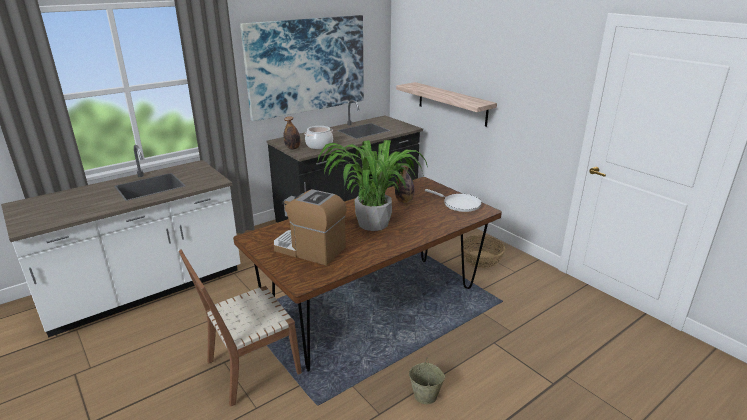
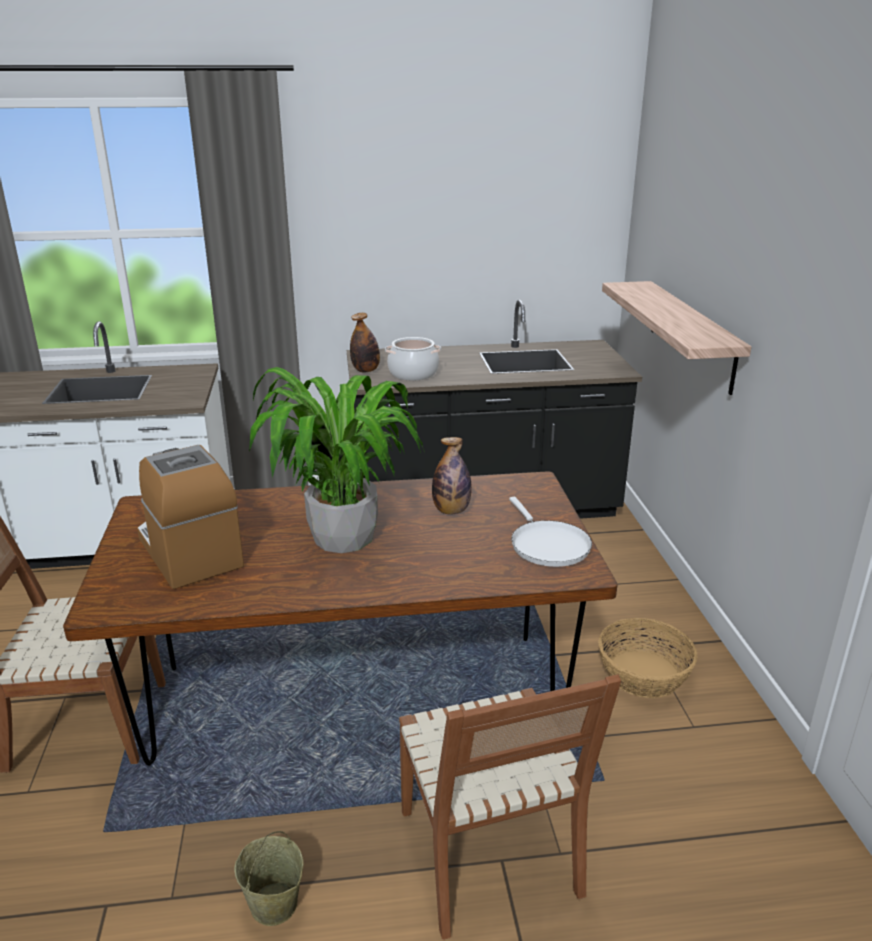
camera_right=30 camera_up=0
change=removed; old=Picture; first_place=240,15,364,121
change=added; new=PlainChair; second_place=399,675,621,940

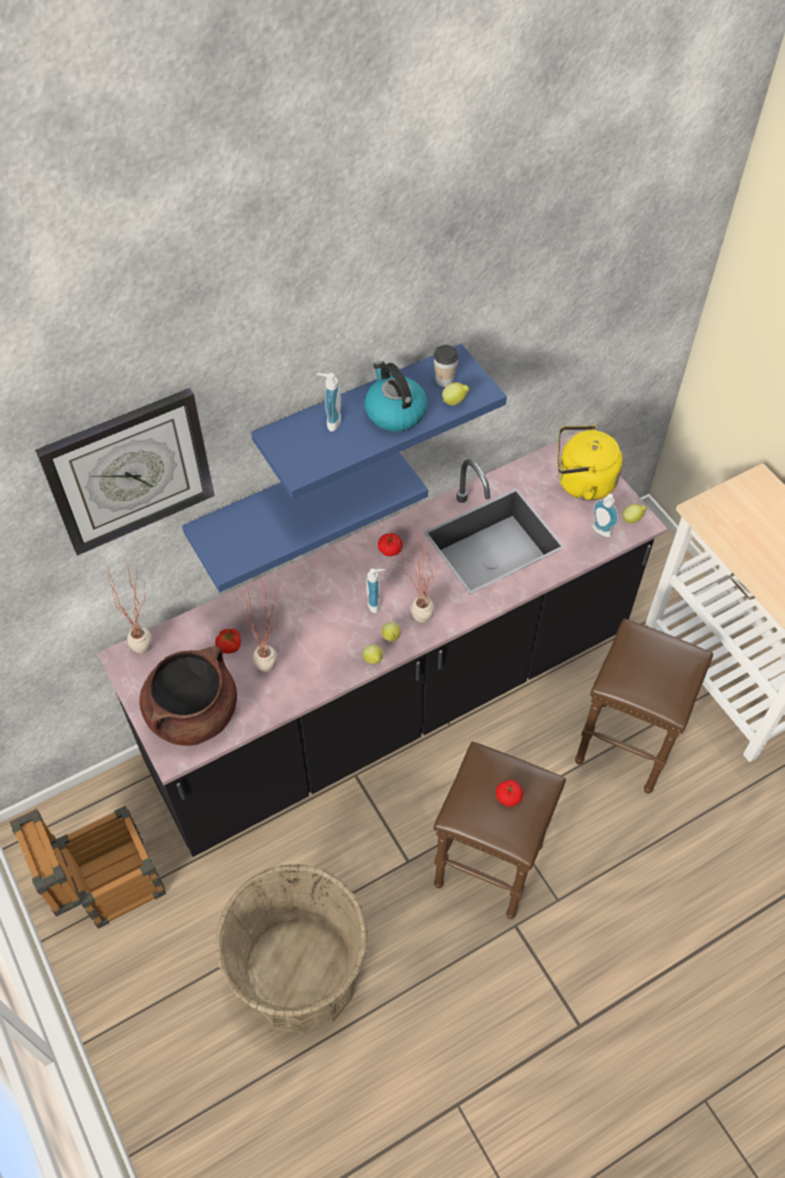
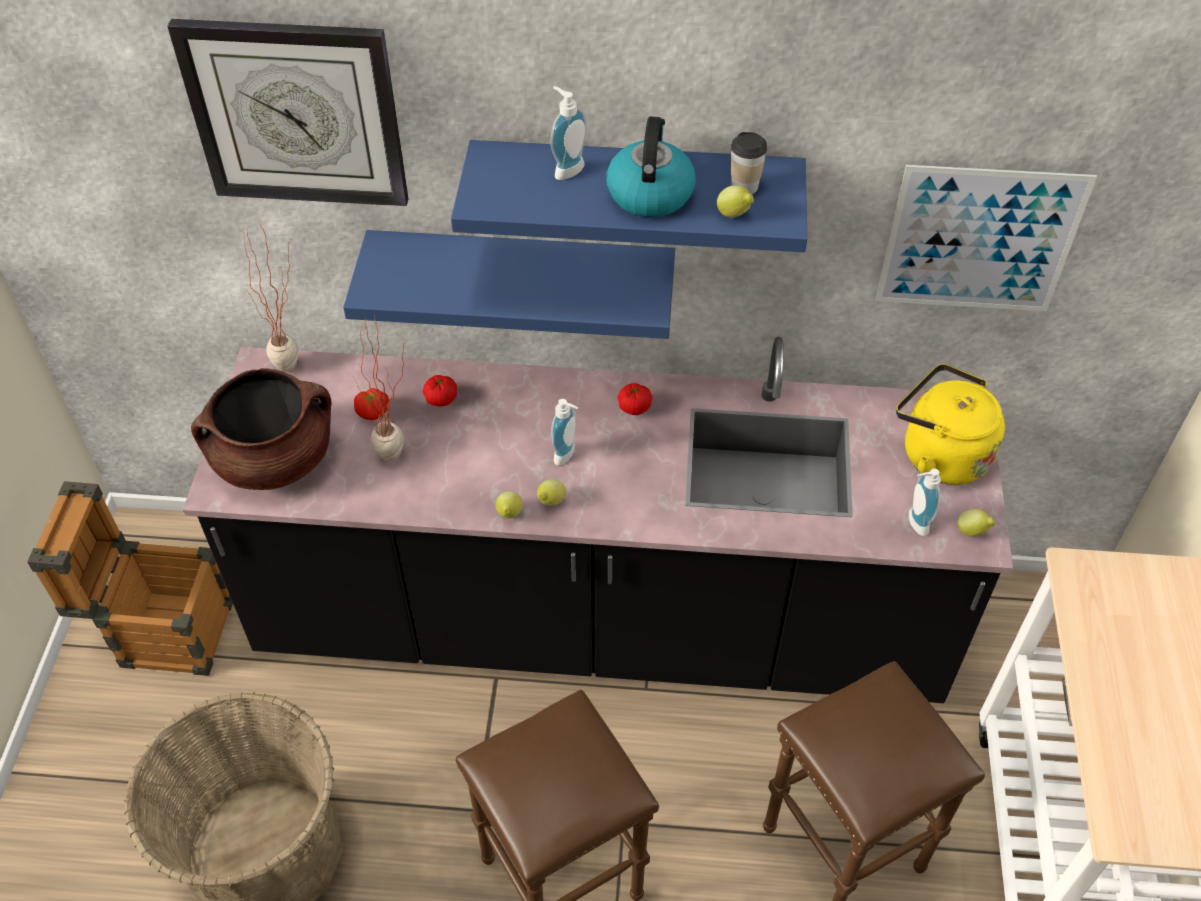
camera_right=35 camera_up=-5
change=removed; old=Houseplant; first_place=398,531,437,623
change=moved; old=FreshTomato; first_place=496,780,523,807; second_place=423,375,457,407
change=added; new=Picture; second_place=875,165,1097,311

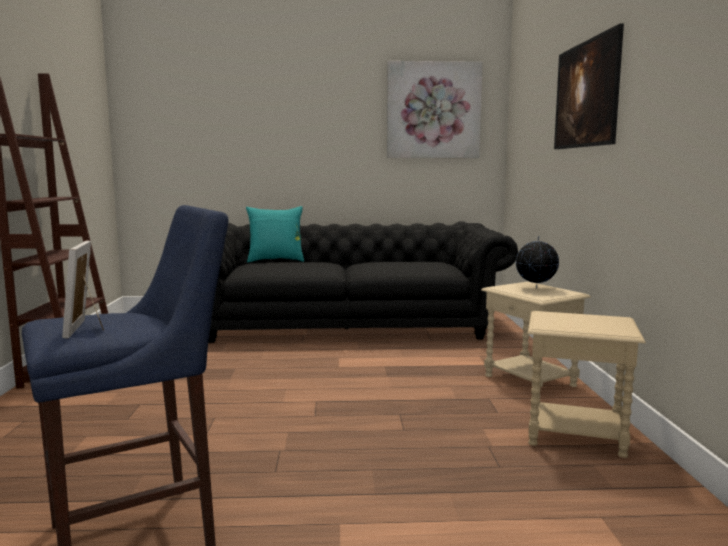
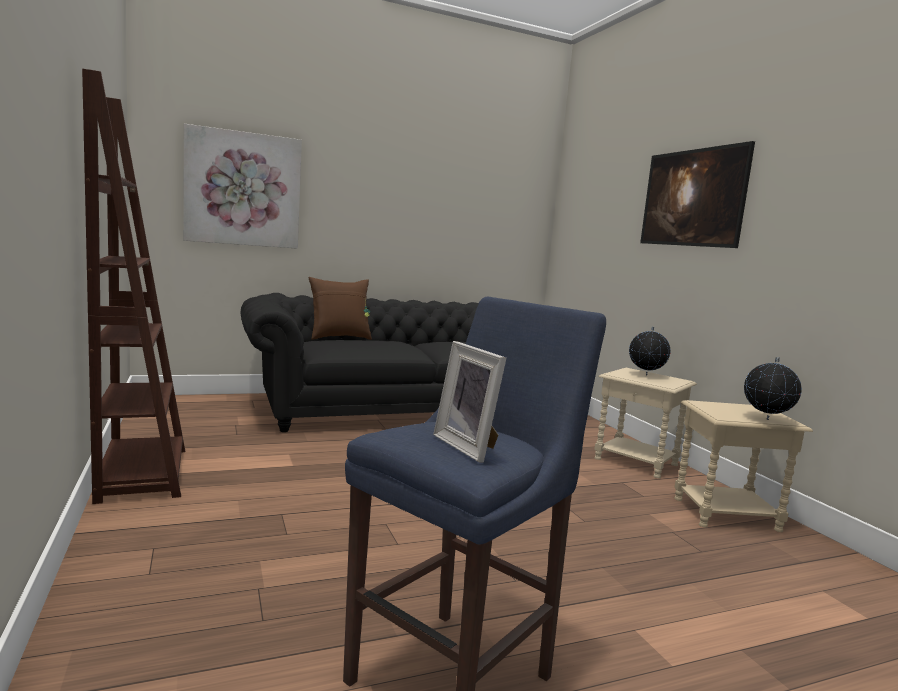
camera_right=-20 camera_up=0
change=recoloured; old=BlueGreenCushion; new=BrownCushion; first_place=246,206,304,262; second_place=309,277,372,340
change=moved; old=Picture; first_place=387,61,483,158; second_place=183,124,302,249
change=added; new=DeskGlobe; second_place=744,357,802,420

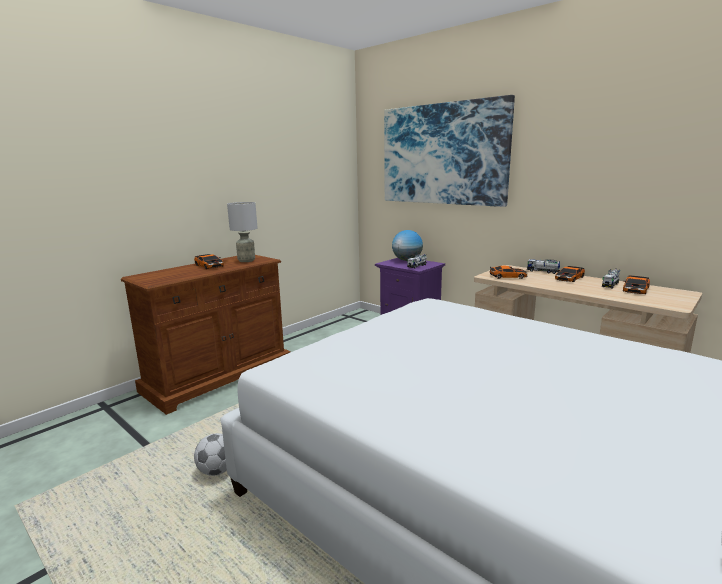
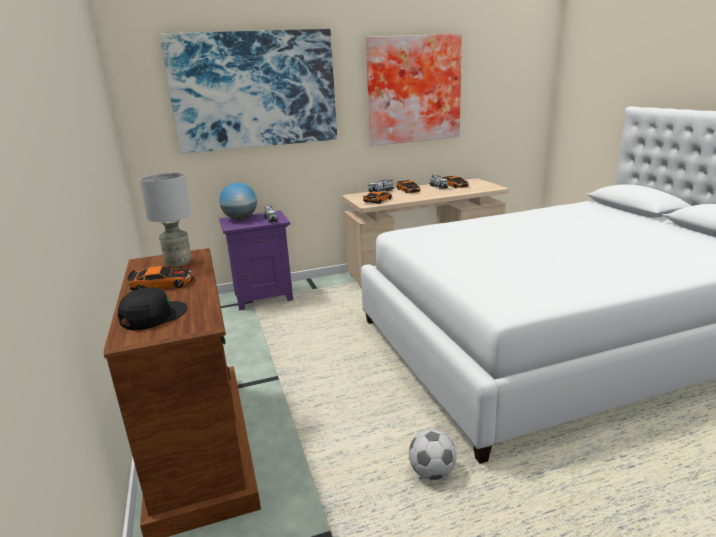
camera_right=-60 camera_up=5
change=added; new=BlackColouredBaseballCap; second_place=118,287,187,331
change=added; new=Picture; second_place=366,34,462,146

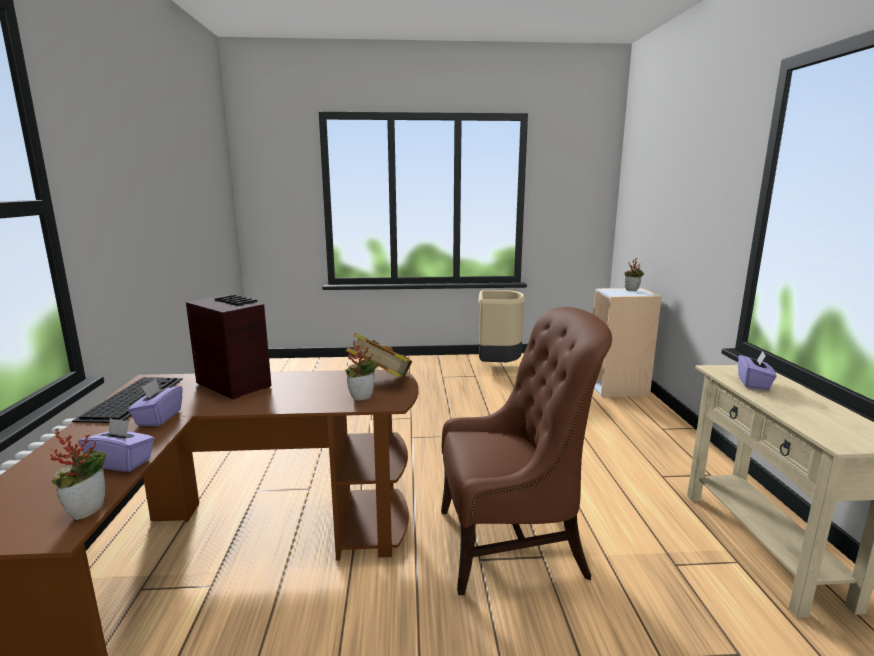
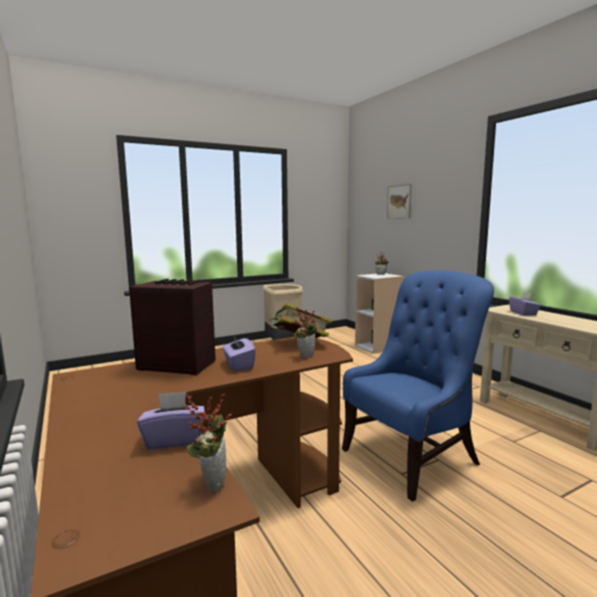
camera_right=-25 camera_up=-5
change=removed; old=PcKeyboard; first_place=72,377,183,423
change=moved; old=PurpleColouredBoxOfTissues; first_place=128,379,183,426; second_place=222,333,256,371
change=recoloured; old=BrownPlainChair; new=BlueColouredPlainChair; first_place=441,307,612,595; second_place=342,270,494,502
change=added; new=Picture; second_place=387,184,412,219

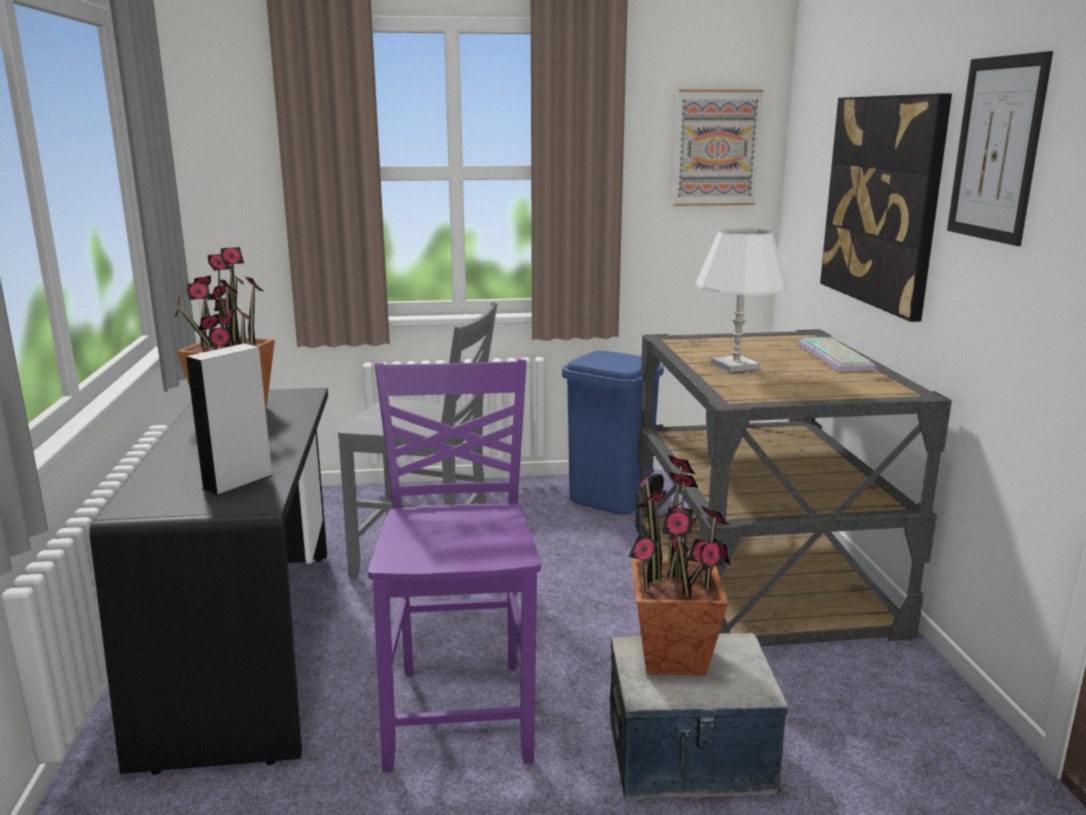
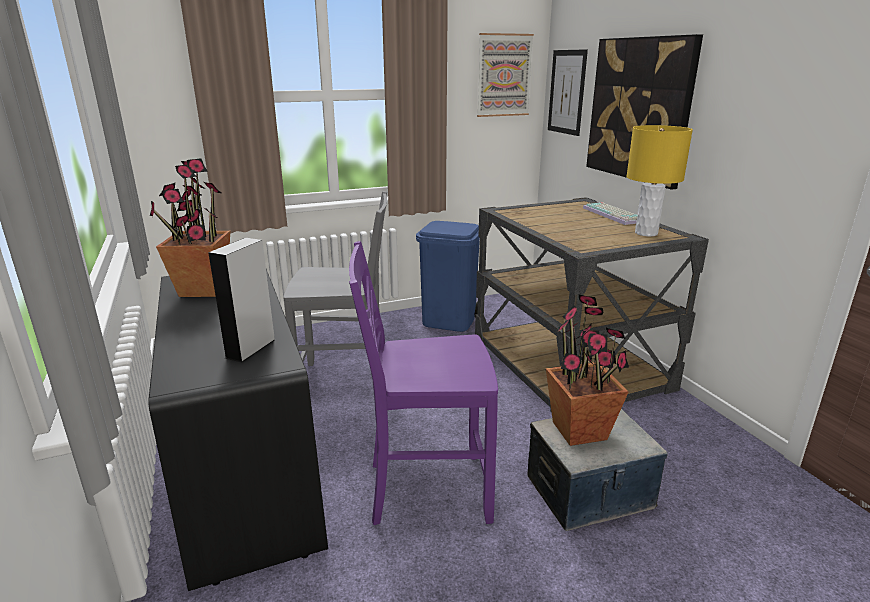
camera_right=-15 camera_up=5
change=turned; old=PurpleColouredPlainChair; first_place=368,359,541,772; second_place=349,241,498,525; degrees=-75
change=removed; old=WhiteColouredTableLamp; first_place=695,228,788,372
change=moved; old=Picture; first_place=947,51,1053,246; second_place=548,49,588,136
change=added; new=YellowTableLamp; second_place=626,125,693,237

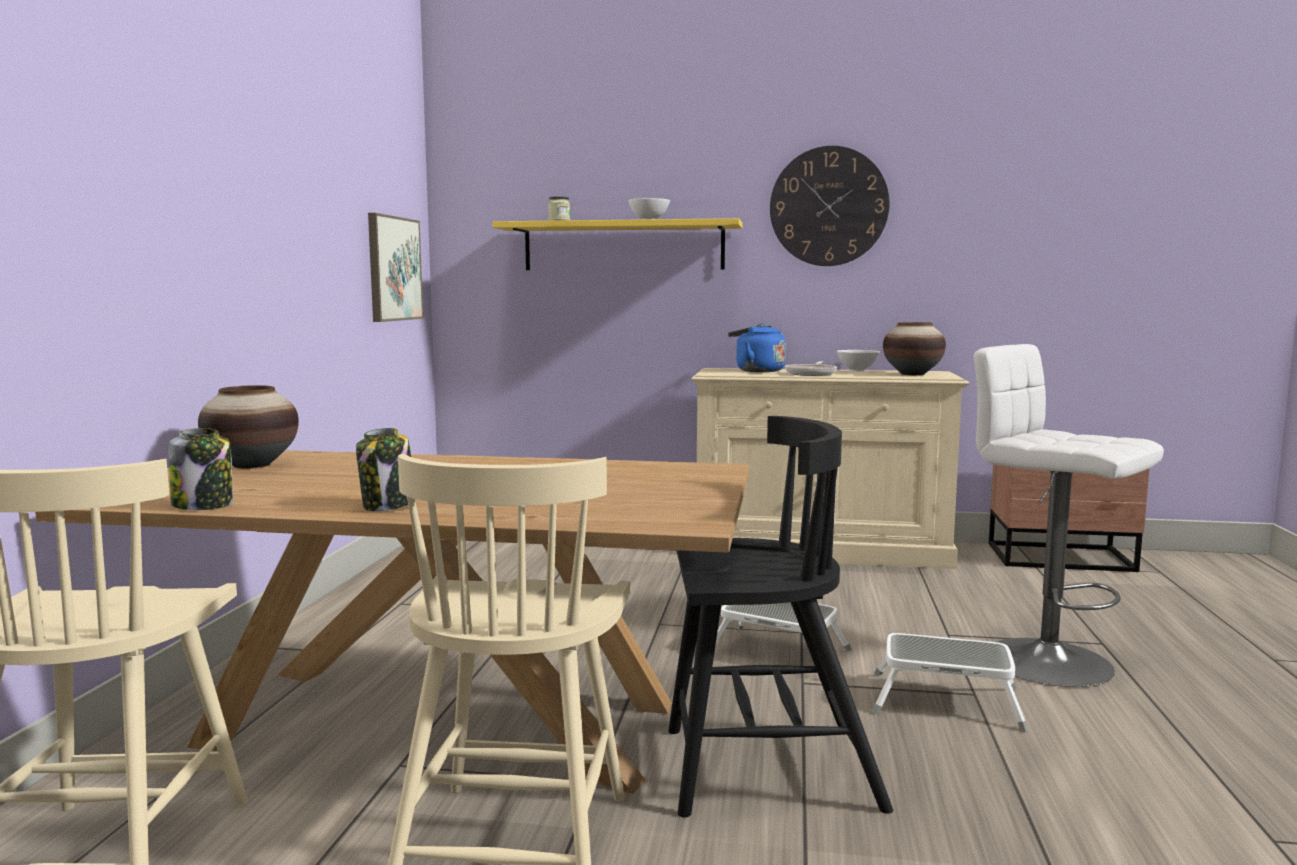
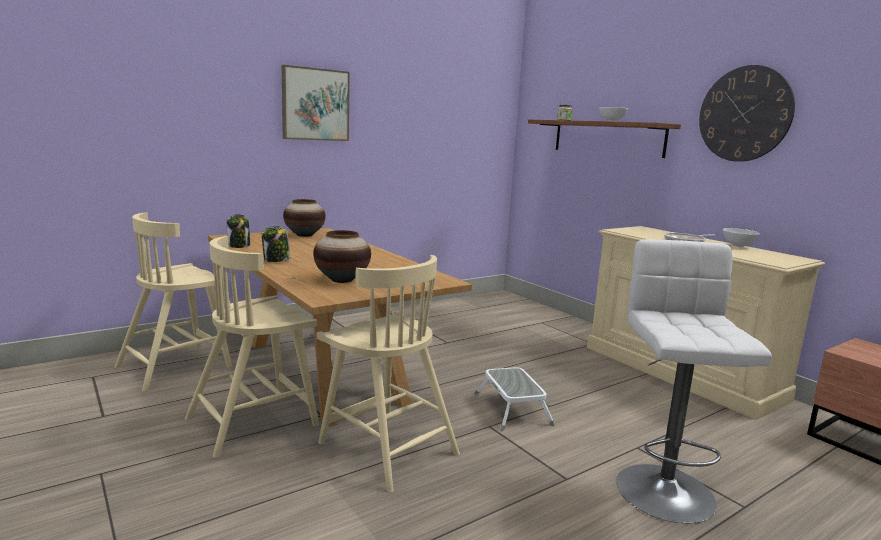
camera_right=45 camera_up=5
change=moved; old=Picture; first_place=368,213,423,322; second_place=281,65,350,141
change=recoloured; old=YellowBracketShelf; new=BrownBracketShelf; first_place=493,218,743,270; second_place=528,120,681,158
change=recoloured; old=BlackColouredPlainChair; new=BeigePlainChair; first_place=668,416,893,817; second_place=317,255,460,492
change=removed; old=BlueColouredTeaKettle; first_place=728,323,786,372
change=removed; old=GreyishStepLadder; first_place=872,633,1029,732
change=moved; old=Vase; first_place=883,322,946,376; second_place=313,230,371,283

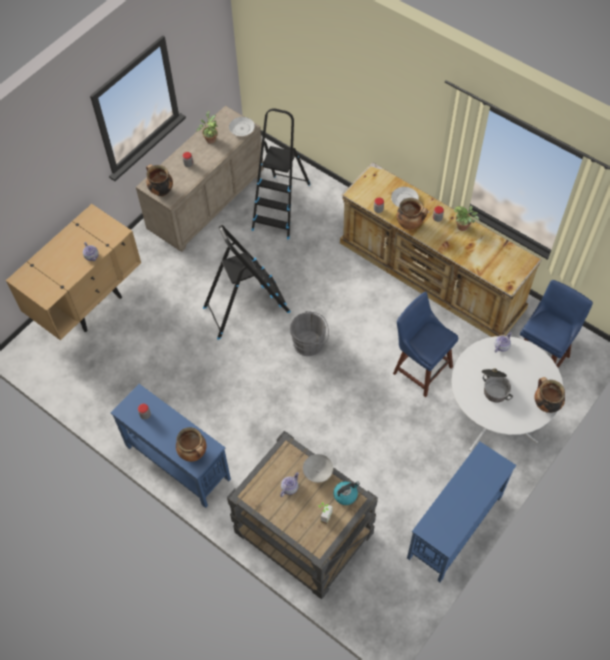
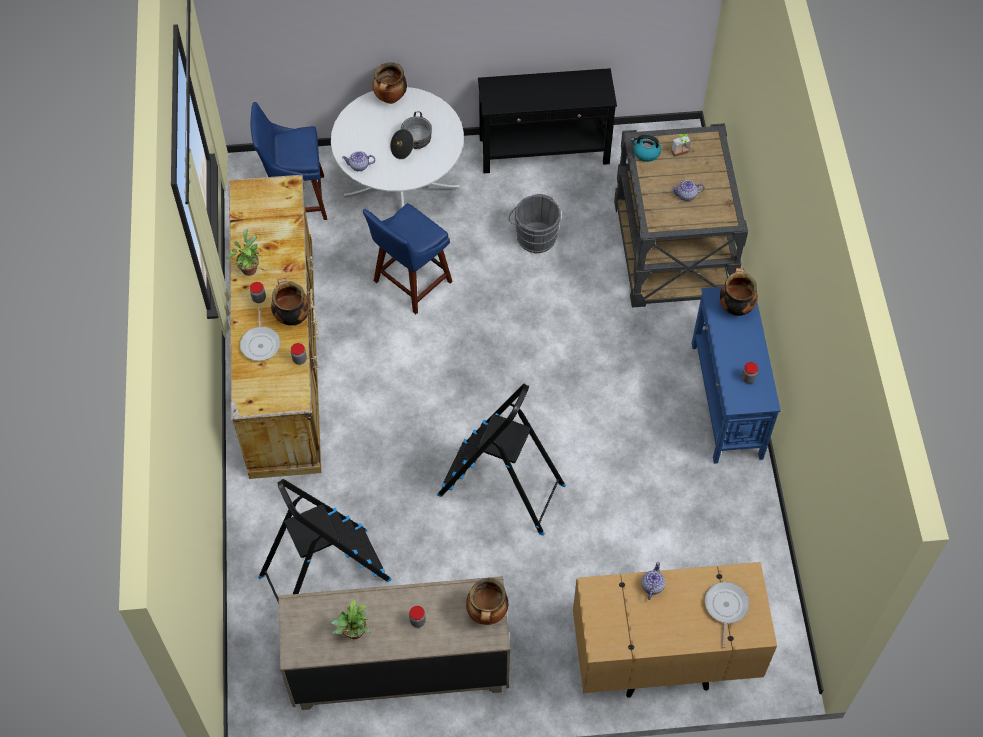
camera_right=-135 camera_up=0
change=moved; old=Skillet; first_place=225,111,255,137; second_place=705,582,749,648
change=moved; old=GreyishWaterBucket; first_place=290,311,329,356; second_place=509,194,561,253
change=removed; old=GreyishServingBowl; first_place=303,454,333,483
change=turned; old=BlueColouredPlainChair; first_place=393,292,458,397; second_place=363,203,453,314; degrees=45
change=recoloured; old=BlueColouredConsoleTable; new=BlackColouredConsoleTable; first_place=407,441,516,582; second_place=478,68,617,173

